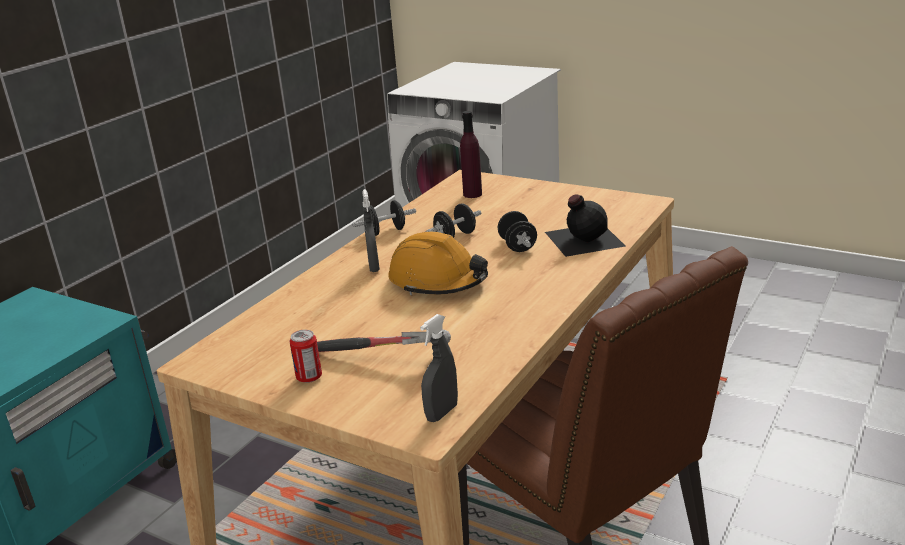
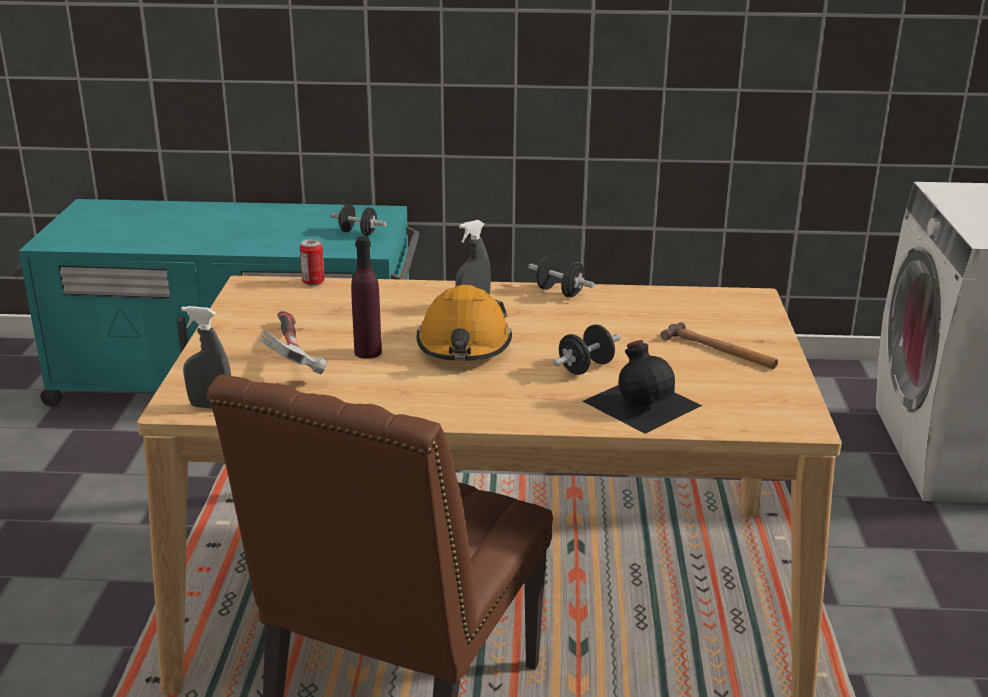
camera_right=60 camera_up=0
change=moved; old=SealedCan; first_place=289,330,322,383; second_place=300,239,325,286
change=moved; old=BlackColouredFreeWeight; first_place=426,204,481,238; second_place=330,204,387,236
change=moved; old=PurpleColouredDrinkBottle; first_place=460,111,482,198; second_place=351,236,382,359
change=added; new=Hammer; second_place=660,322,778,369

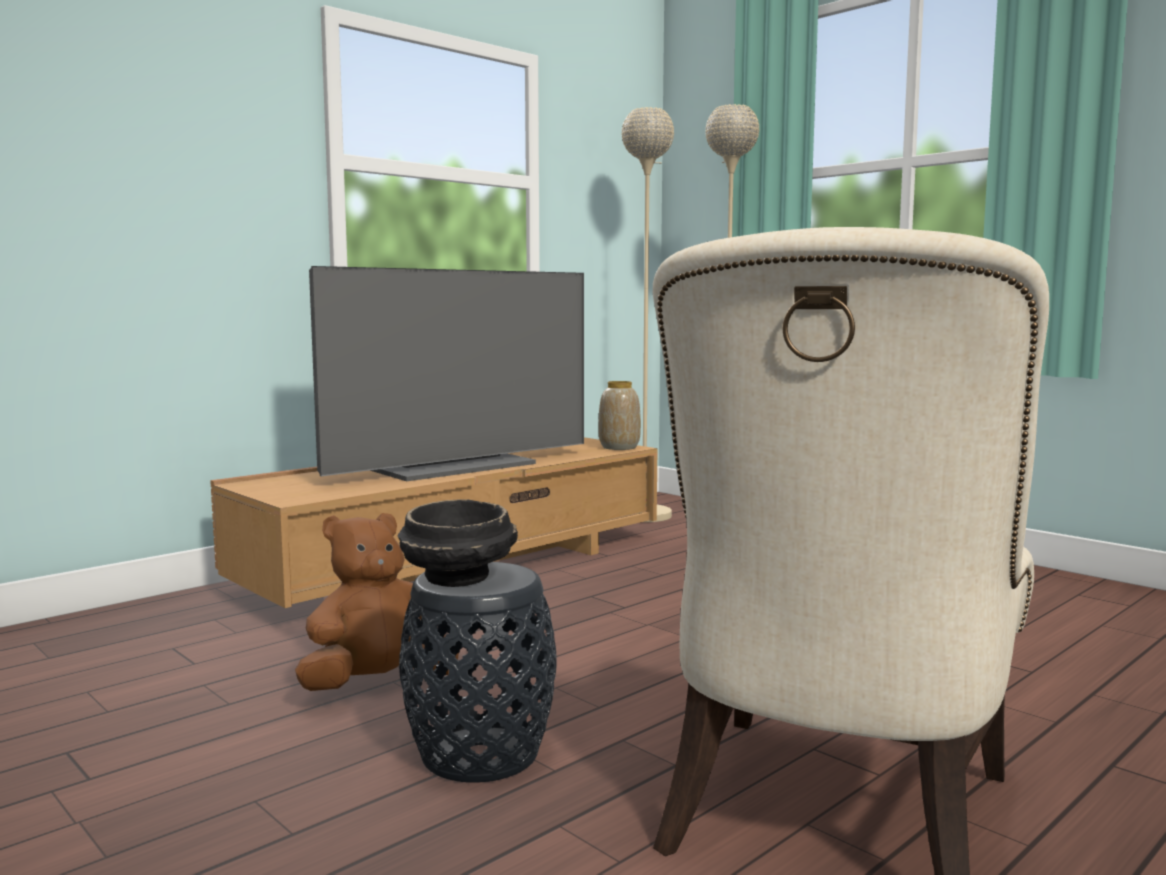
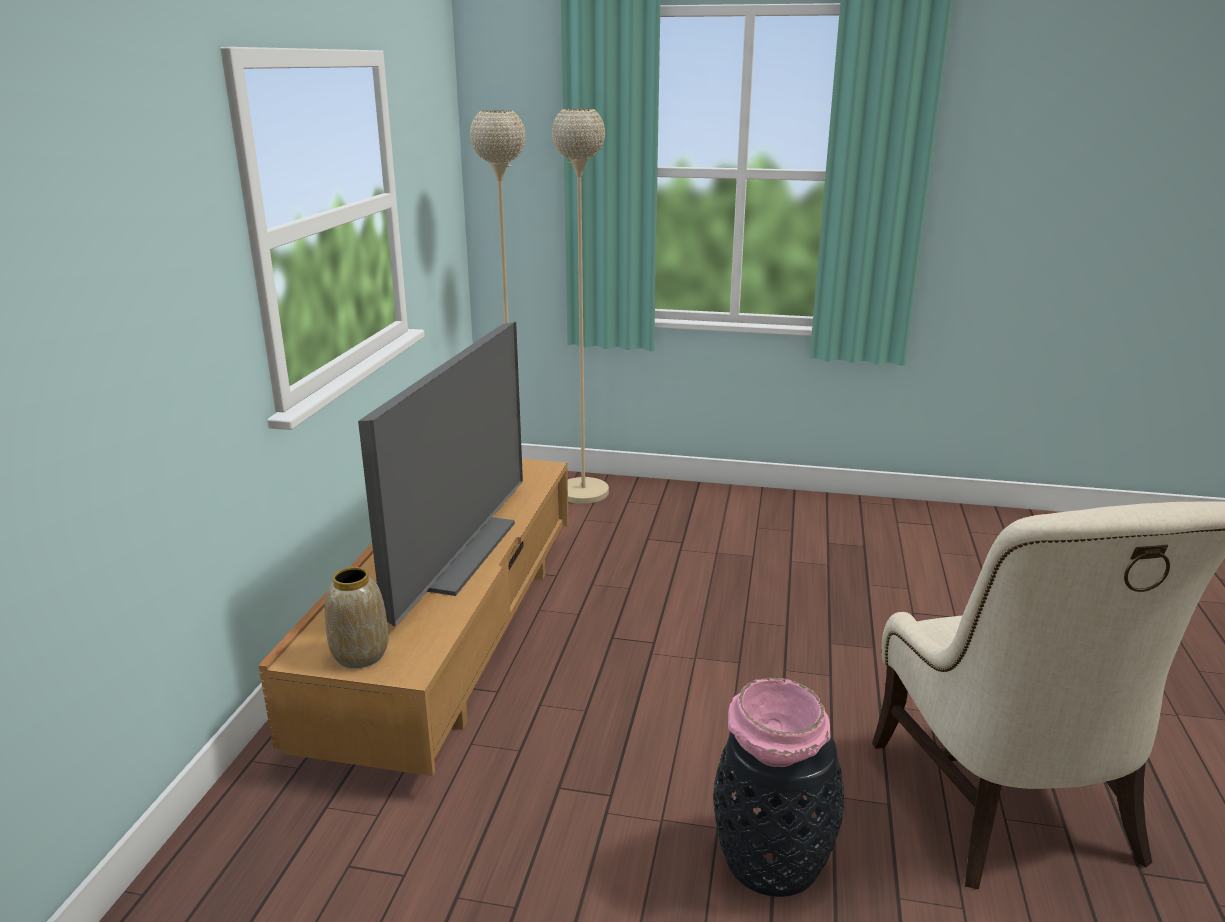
camera_right=-35 camera_up=15
change=removed; old=BrownPlushToy; first_place=295,513,459,691
change=recoloured; old=BlackColouredServingBowl; new=PinkServingBowl; first_place=397,499,518,587; second_place=728,677,831,767
change=moved; old=Vase; first_place=598,381,641,450; second_place=325,567,389,668

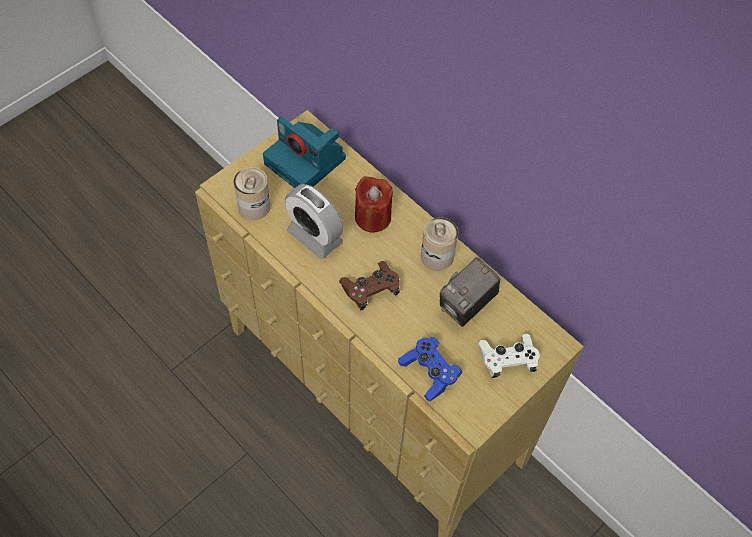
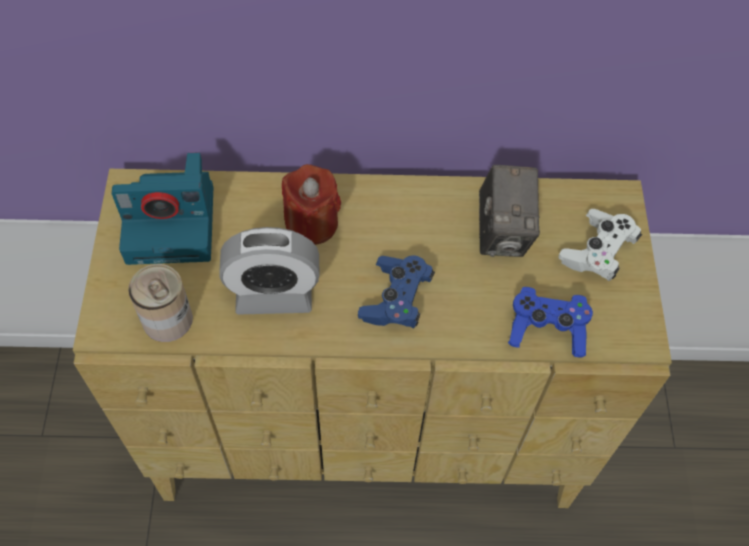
camera_right=-45 camera_up=0
change=recoloured; old=BrownGamepad; new=BlueColouredGamepad; first_place=339,261,400,311; second_place=358,255,435,328
change=removed; old=SealedCan; first_place=421,217,458,270

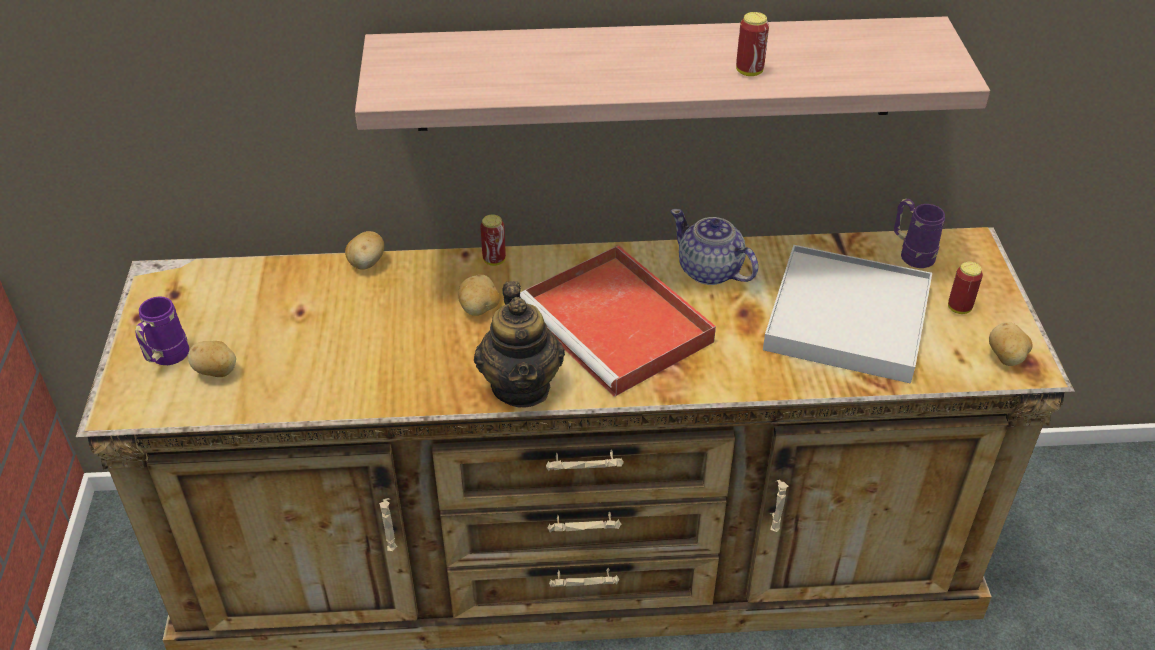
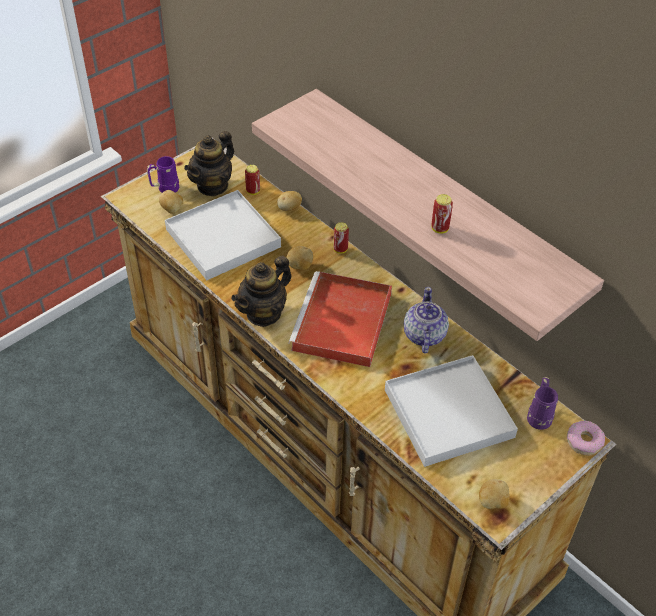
camera_right=50 camera_up=5
change=moved; old=SealedCan; first_place=948,262,983,314; second_place=245,165,260,195
change=added; new=WhiteColouredCarryingTray; second_place=165,190,281,280
change=added; new=Teapot; second_place=184,131,234,196
change=added; new=Doughnut; second_place=567,421,605,456

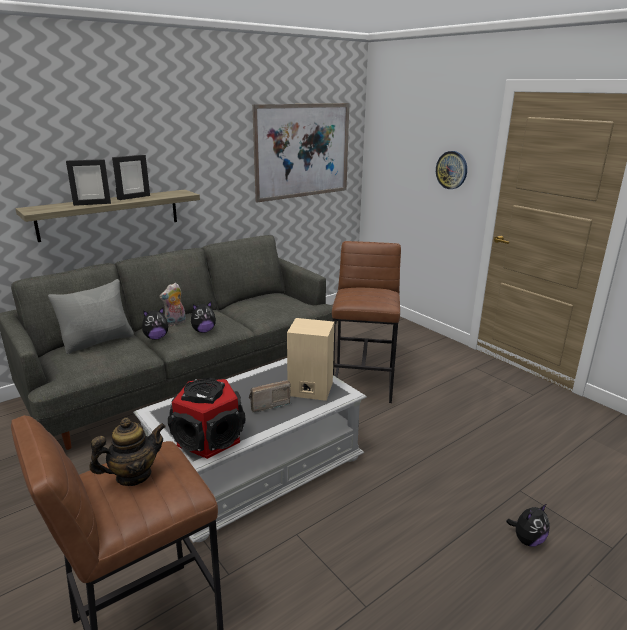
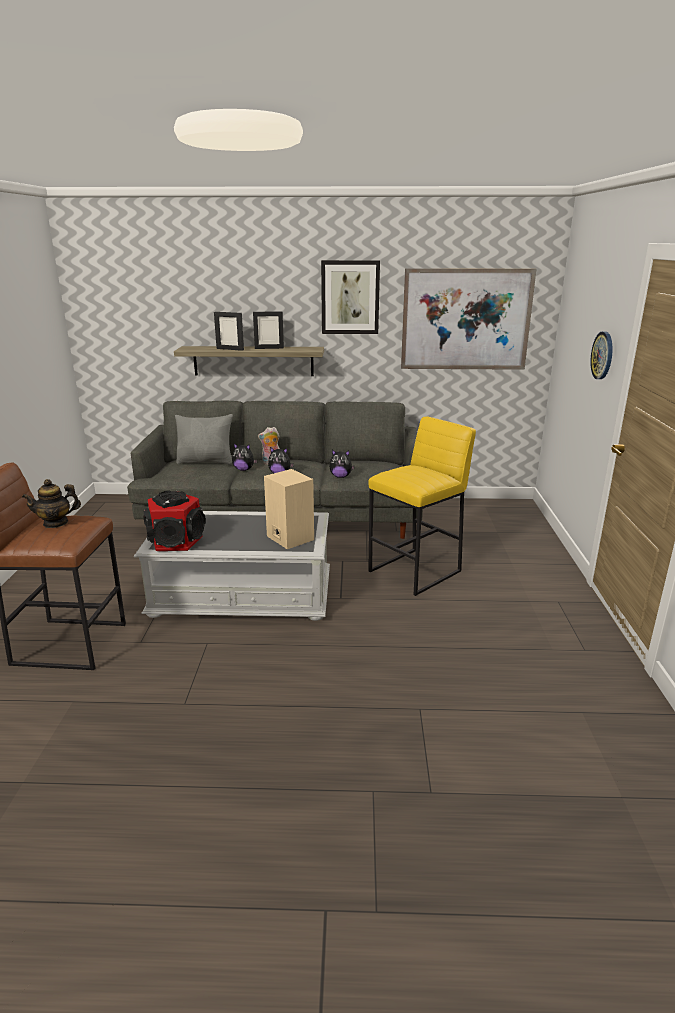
camera_right=40 camera_up=0
change=turned; old=Teapot; first_place=89,418,166,486; second_place=22,479,81,528; degrees=150
change=removed; old=RadioSet; first_place=249,380,291,413
change=recoloured; old=BrownSittingStool; new=YellowSittingStool; first_place=332,241,401,403; second_place=368,417,476,596
change=moved; old=PlushToy; first_place=506,504,550,546; second_place=329,450,355,478
change=added; new=Picture; second_place=321,260,380,334

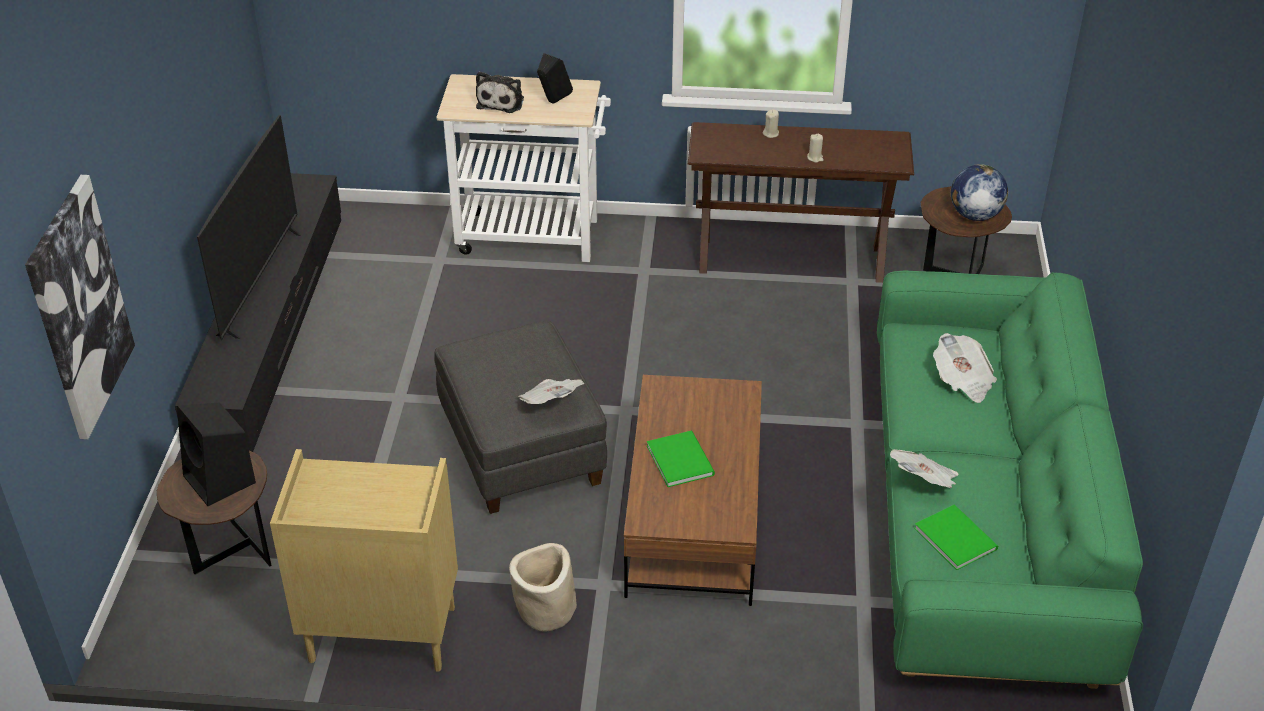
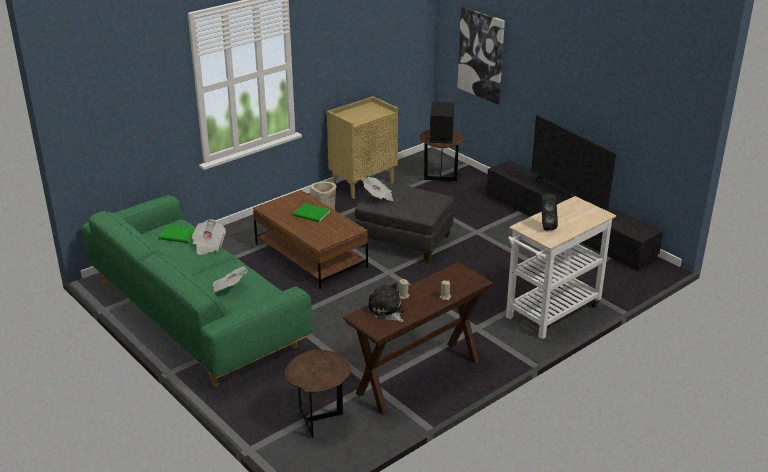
camera_right=135 camera_up=-10
change=moved; old=PlushToy; first_place=476,72,524,113; second_place=368,282,404,322
change=removed; old=DeskGlobe; first_place=951,164,1008,221

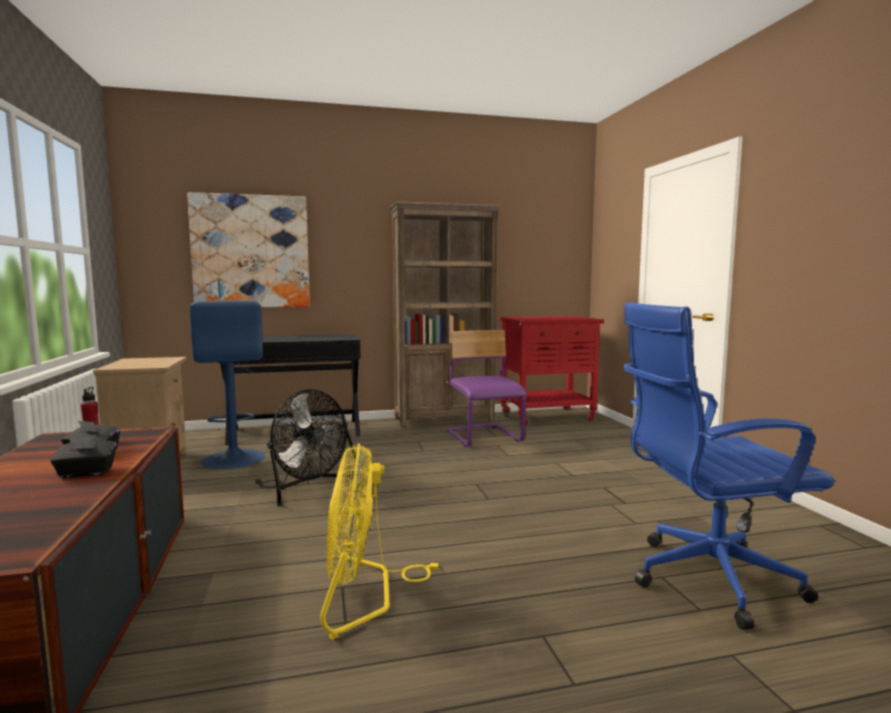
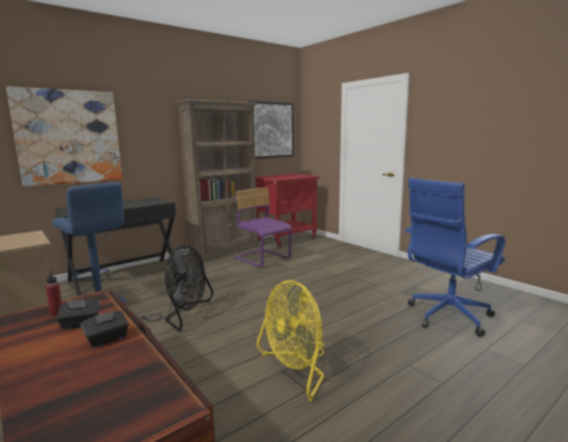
camera_right=-25 camera_up=5
change=added; new=Picture; second_place=248,101,294,159

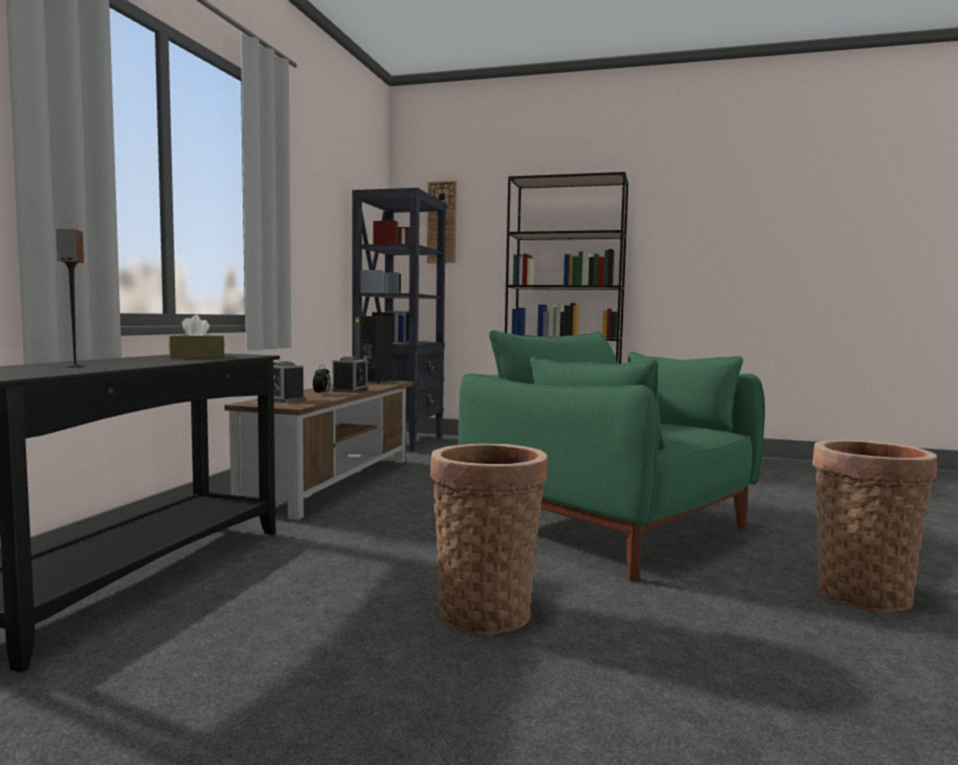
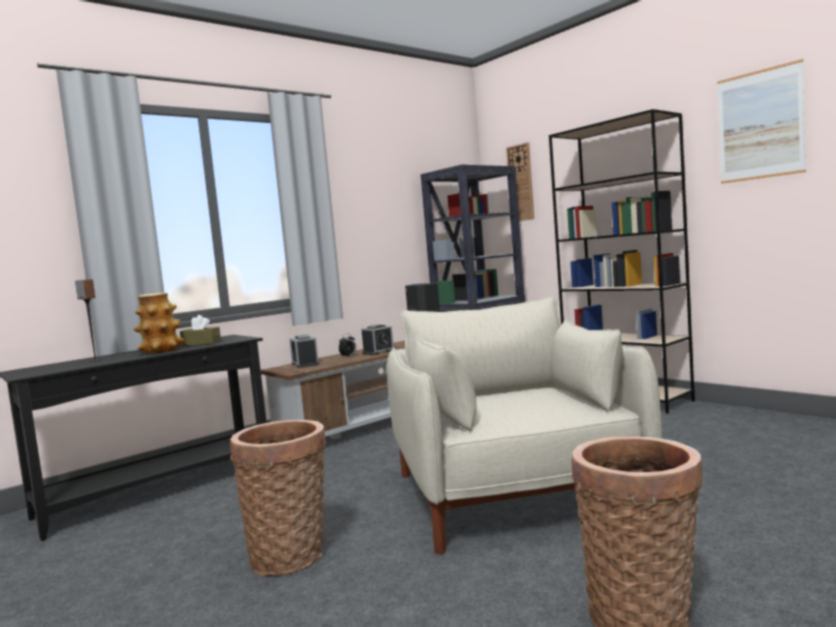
camera_right=35 camera_up=0
change=recoloured; old=GreenArmchair; new=BeigeArmchair; first_place=458,330,765,582; second_place=387,297,662,554
change=added; new=Vase; second_place=133,293,184,354
change=added; new=Picture; second_place=717,59,806,184

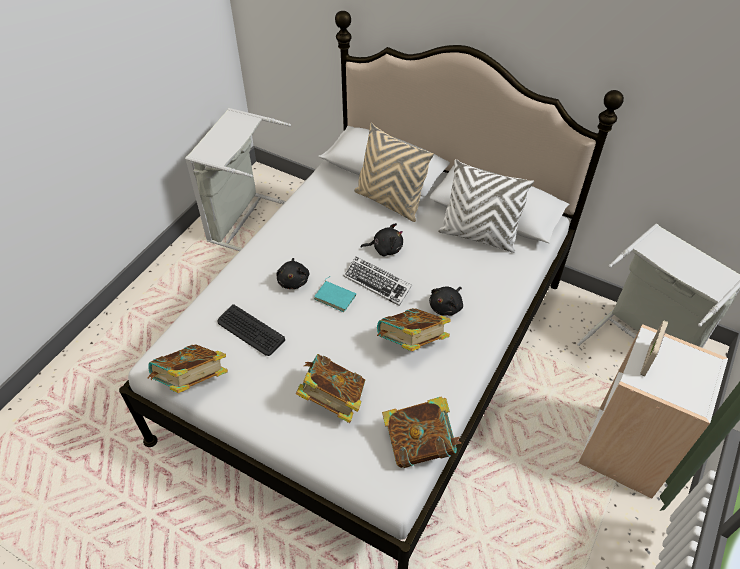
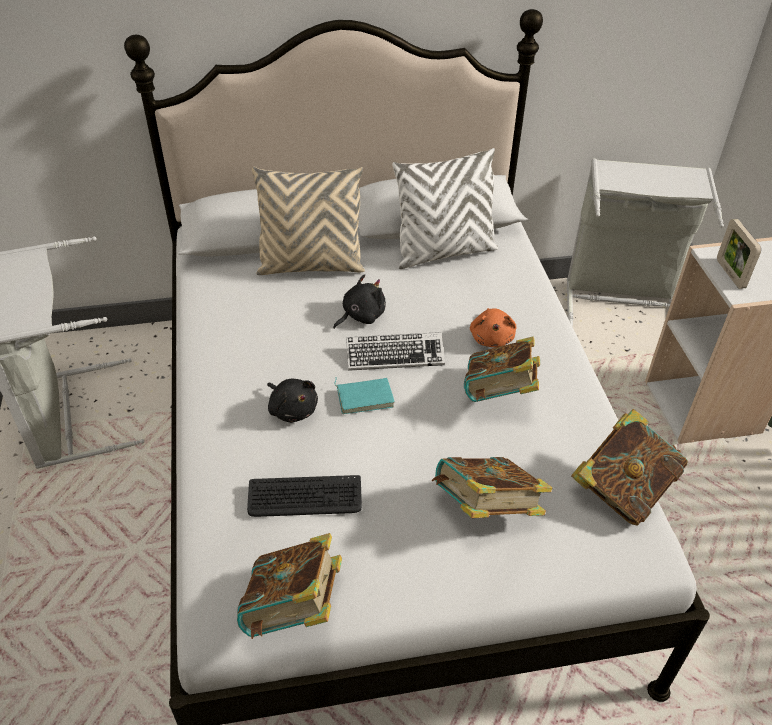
camera_right=-40 camera_up=-5
change=recoloured; old=BlackColouredPlushToy; new=OrangePlushToy; first_place=429,286,463,316; second_place=470,308,516,347

